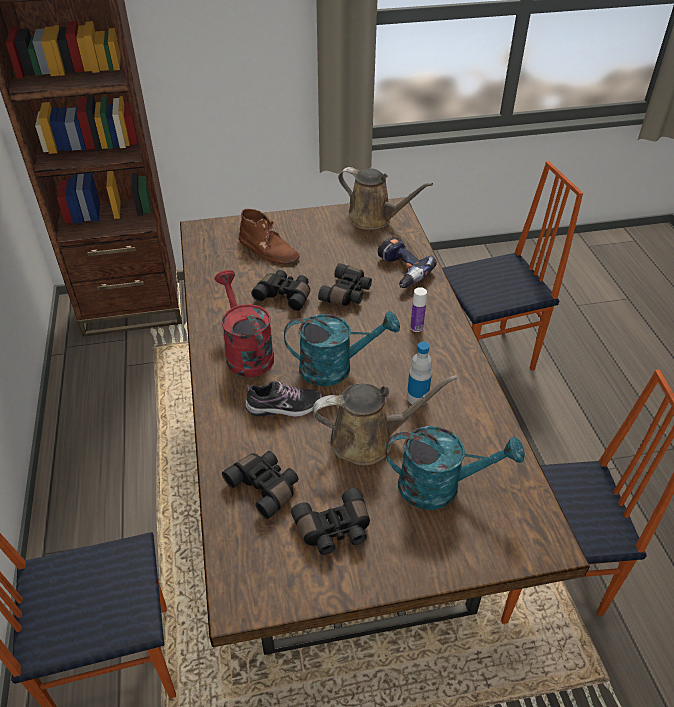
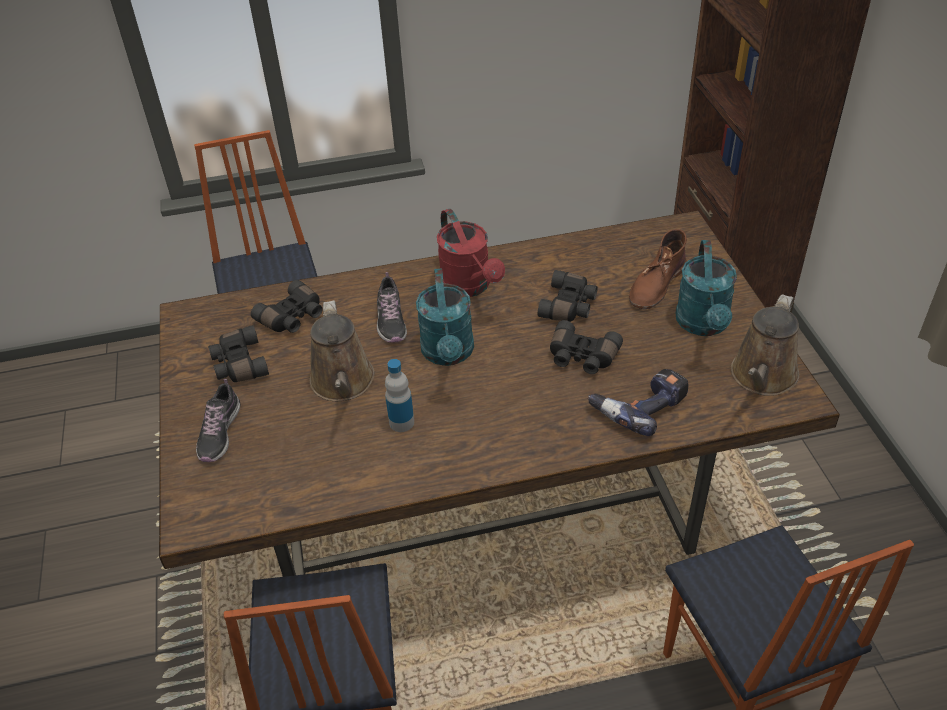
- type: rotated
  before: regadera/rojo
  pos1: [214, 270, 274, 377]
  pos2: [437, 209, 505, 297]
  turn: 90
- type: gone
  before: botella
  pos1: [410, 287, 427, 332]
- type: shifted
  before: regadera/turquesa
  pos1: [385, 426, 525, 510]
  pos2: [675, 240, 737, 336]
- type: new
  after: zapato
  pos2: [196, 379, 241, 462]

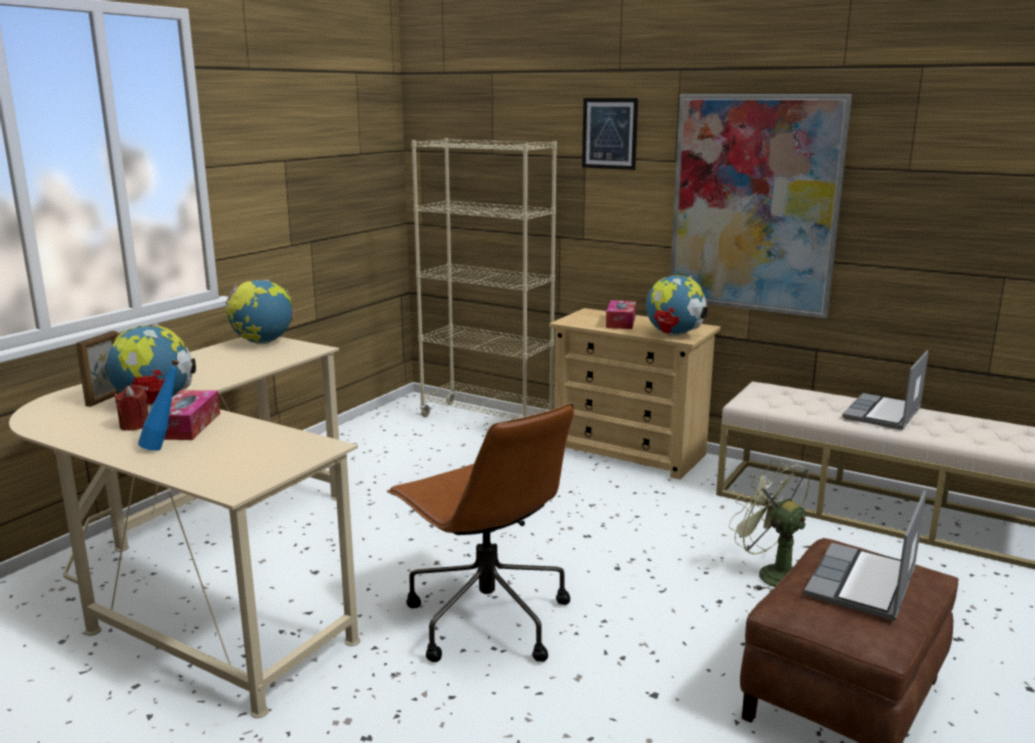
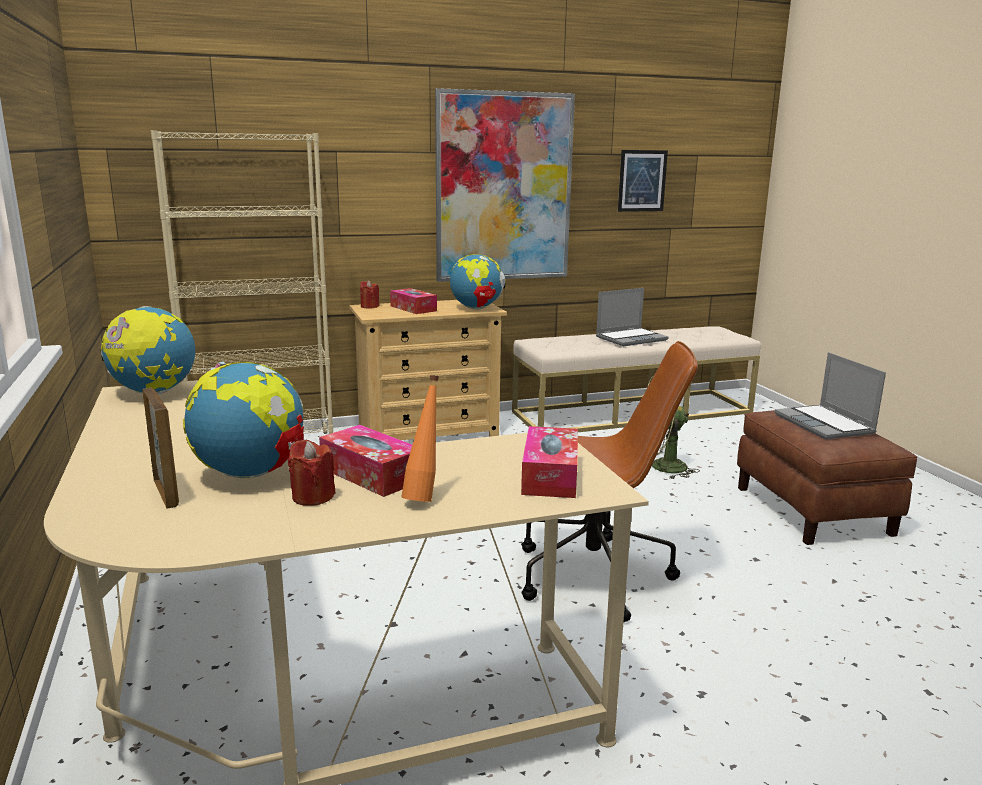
- type: shifted
  before: cuadro
  pos1: [582, 98, 638, 170]
  pos2: [618, 150, 668, 212]
- type: rotated
  before: portátil
  pos1: [842, 350, 929, 430]
  pos2: [596, 288, 669, 346]
  turn: -105
- type: repainted
  before: botella/azul
  after: botella/naranja
  pos1: [138, 360, 179, 451]
  pos2: [402, 375, 439, 502]
- type: new
  after: vela/rojo
  pos2: [360, 280, 379, 308]
- type: new
  after: caja de pañuelos
  pos2: [521, 426, 578, 498]

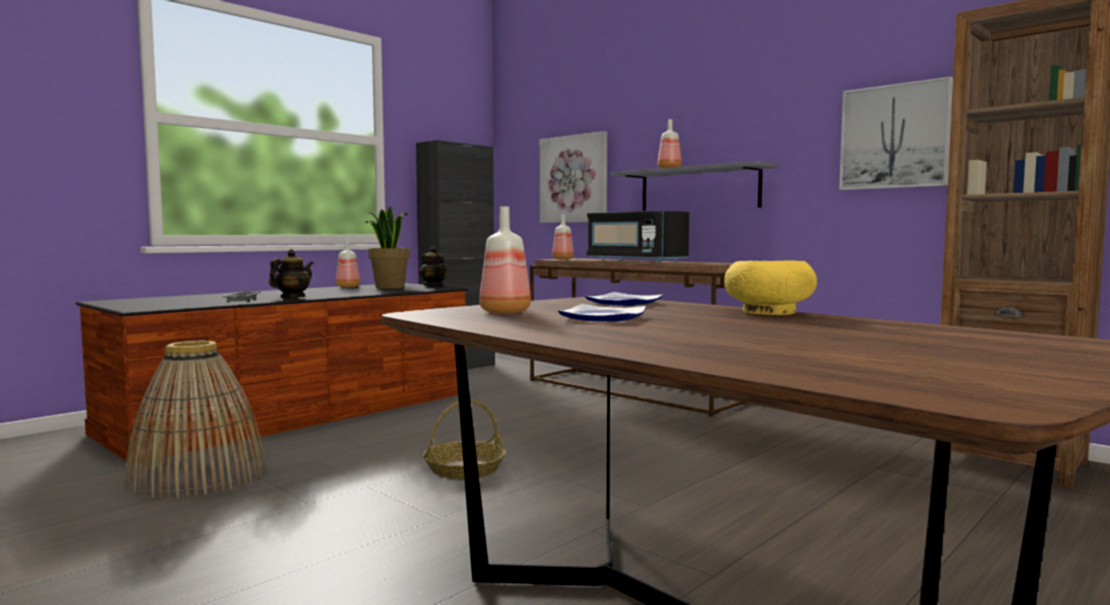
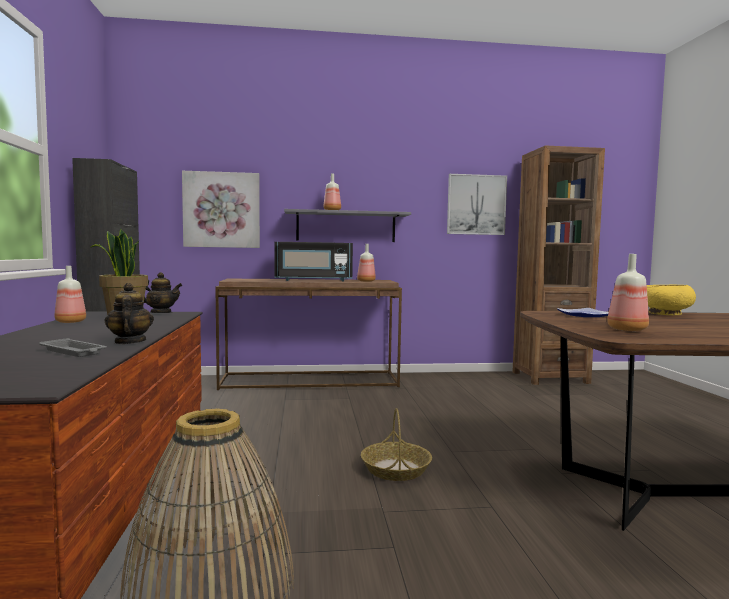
- type: shifted
  before: botella
  pos1: [552, 214, 574, 260]
  pos2: [357, 244, 376, 282]
- type: gone
  before: plato
  pos1: [558, 304, 646, 322]

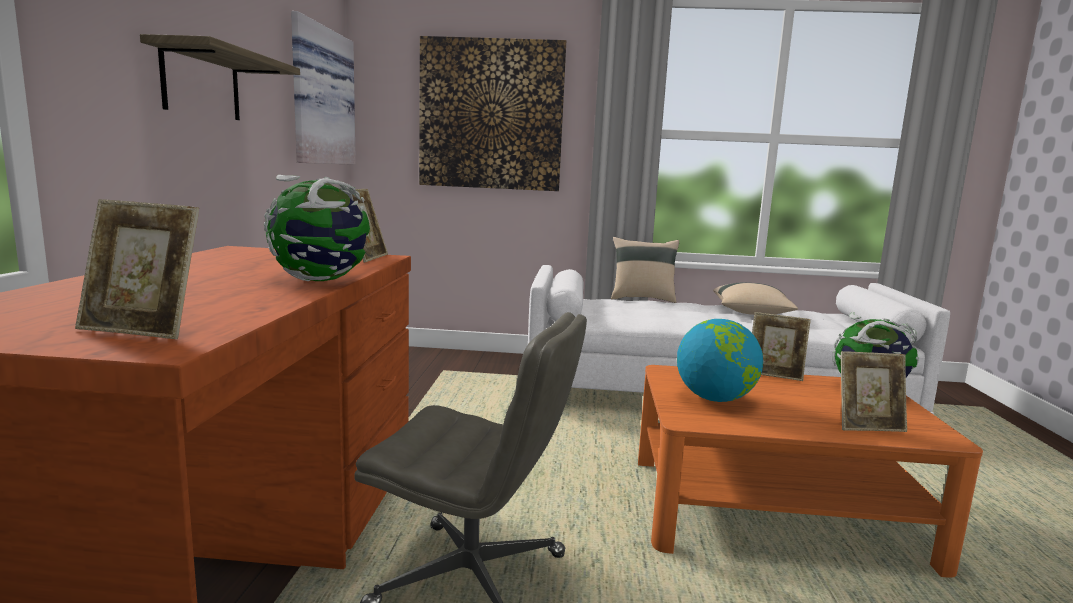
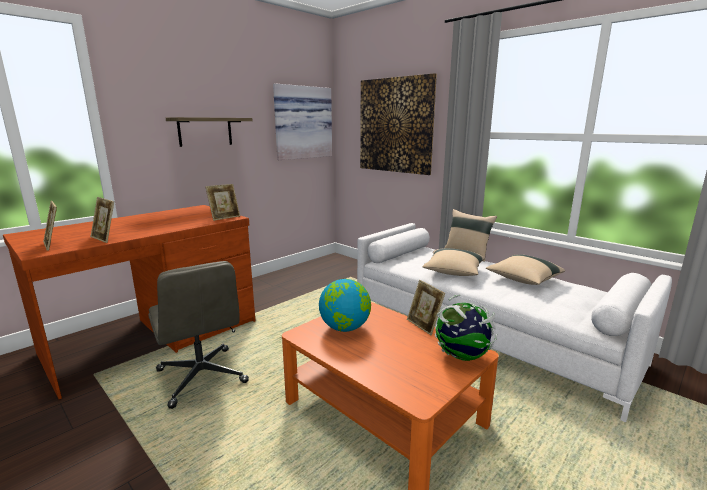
- type: gone
  before: globo terráqueo
  pos1: [264, 175, 370, 281]
- type: shifted
  before: portarretratos
  pos1: [841, 351, 907, 432]
  pos2: [91, 197, 114, 243]
- type: new
  after: cojín/beis
  pos2: [422, 248, 485, 276]

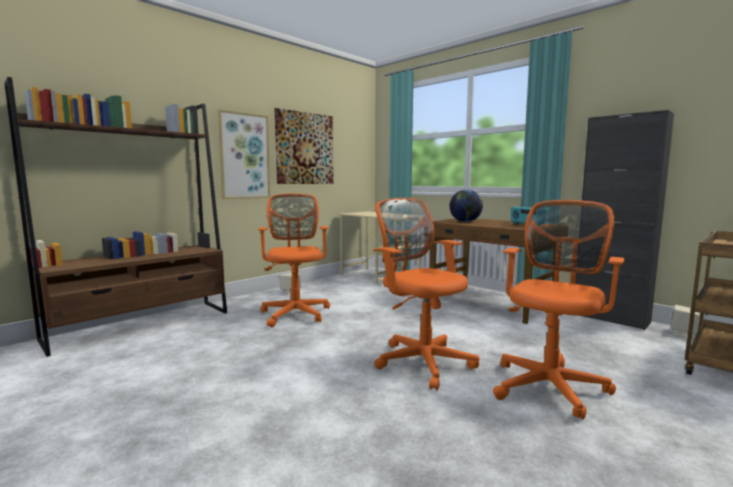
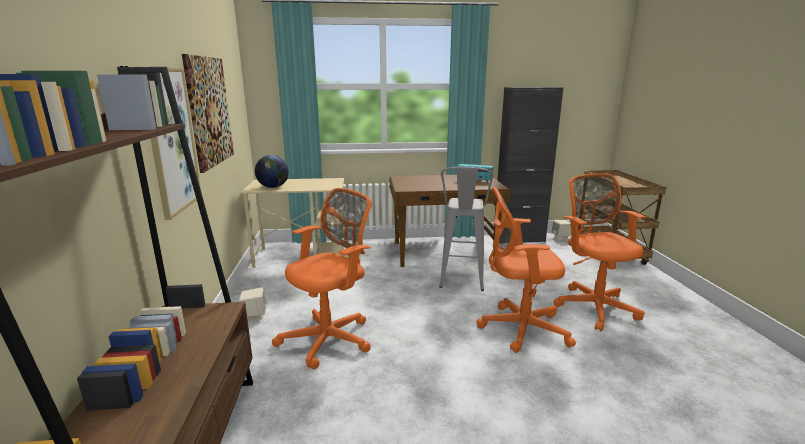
- type: shifted
  before: globo terráqueo
  pos1: [450, 189, 483, 222]
  pos2: [255, 155, 289, 188]
- type: rotated
  before: silla de oficina/naranja
  pos1: [258, 193, 330, 327]
  pos2: [272, 188, 372, 369]
  turn: 105
- type: new
  after: taburete/gris
  pos2: [439, 167, 494, 291]

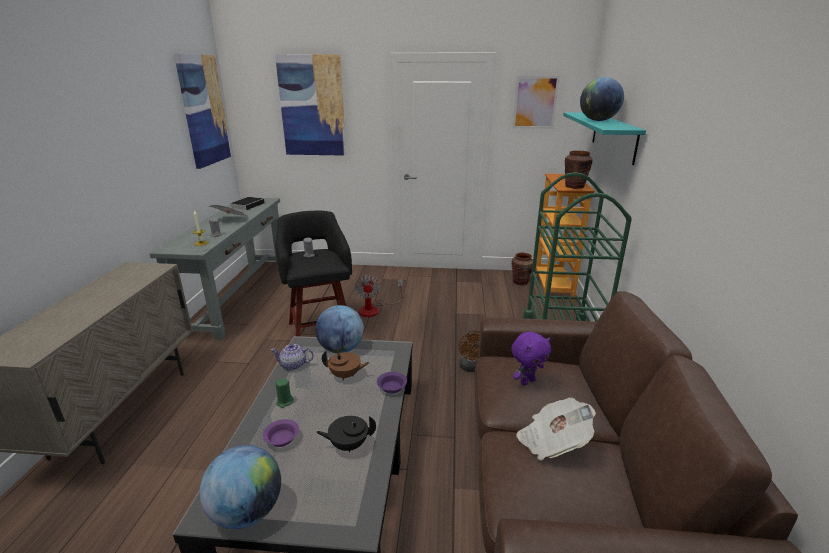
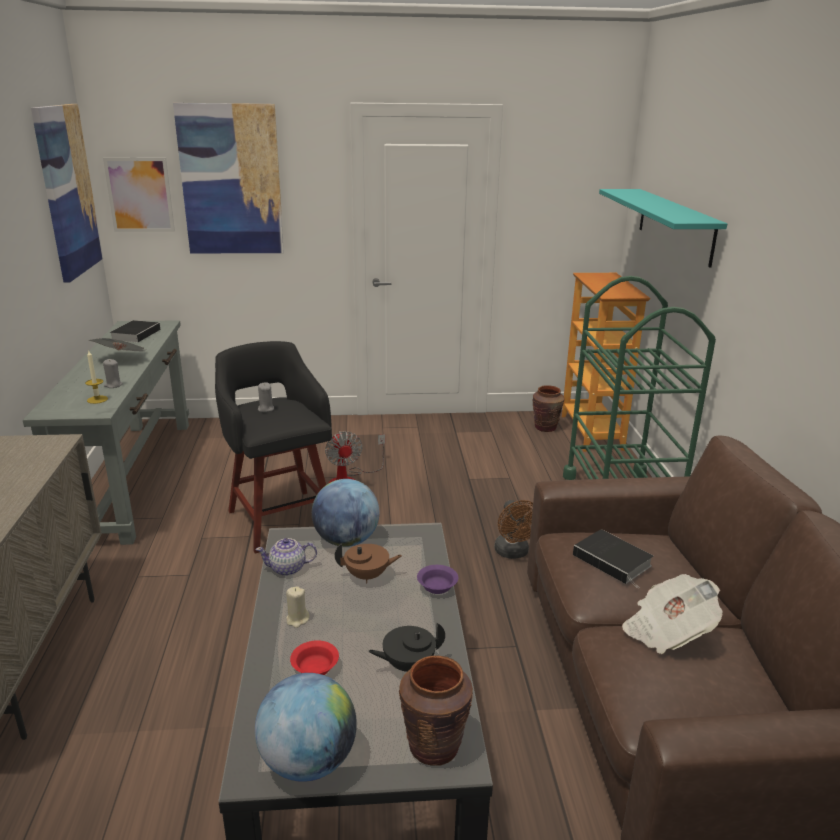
- type: shifted
  before: cuadro
  pos1: [512, 76, 560, 129]
  pos2: [103, 157, 175, 232]
- type: gone
  before: globo terráqueo
  pos1: [580, 77, 624, 121]
- type: shifted
  before: florero/marrón
  pos1: [565, 151, 593, 189]
  pos2: [399, 655, 473, 766]
- type: swapped
  before: peluche/morado
  after: libro
  pos1: [511, 332, 551, 386]
  pos2: [573, 529, 653, 589]
- type: repainted
  before: vela/verde
  after: vela/beis
  pos1: [275, 379, 294, 408]
  pos2: [286, 586, 309, 628]
- type: repainted
  before: cuenco/morado
  after: cuenco/rojo
  pos1: [263, 419, 299, 447]
  pos2: [290, 640, 339, 675]

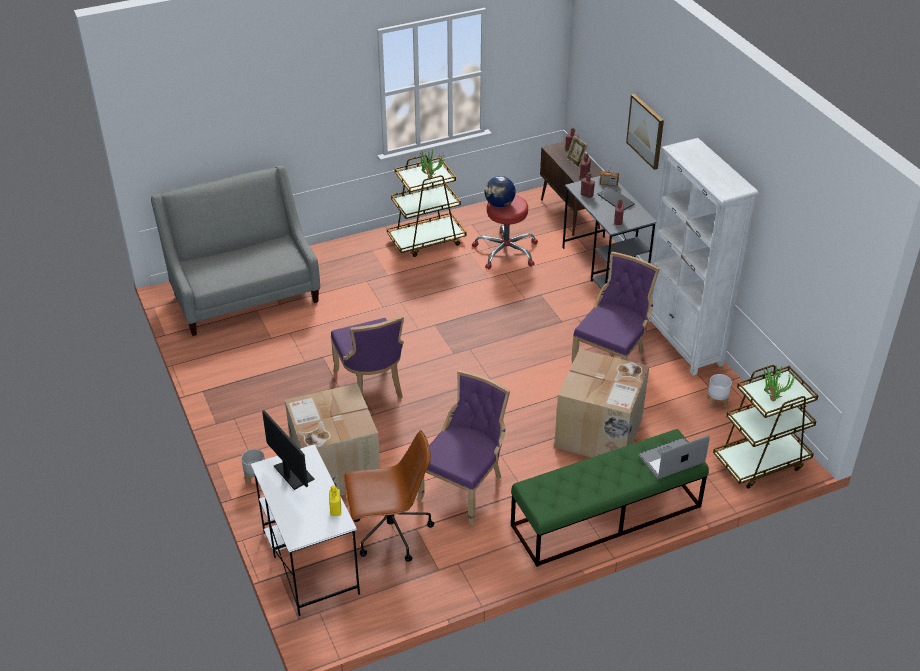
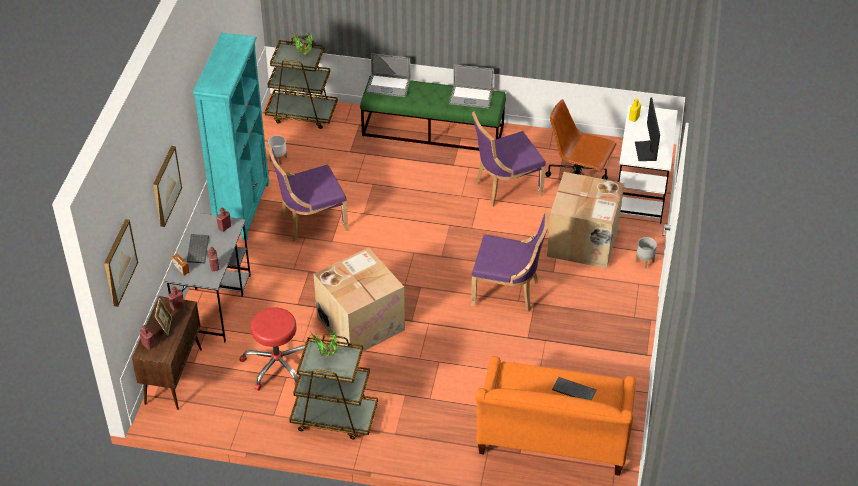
- type: repainted
  before: estantería/blanco
  after: estantería/turquesa
  pos1: [648, 138, 759, 375]
  pos2: [193, 33, 269, 241]
- type: repainted
  before: sofá/gris
  after: sofá/naranja
  pos1: [151, 166, 320, 336]
  pos2: [475, 356, 636, 476]
- type: gone
  before: globo terráqueo
  pos1: [485, 176, 516, 207]
- type: rotated
  before: silla/morado
  pos1: [331, 315, 404, 399]
  pos2: [470, 210, 549, 311]
  turn: 90
- type: shifted
  before: caja de cartón
  pos1: [554, 349, 649, 458]
  pos2: [314, 248, 405, 351]
- type: new
  after: portátil
  pos2: [449, 64, 494, 109]
- type: new
  after: cuadro
  pos2: [104, 219, 138, 307]
- type: new
  after: teclado
  pos2: [552, 377, 597, 400]

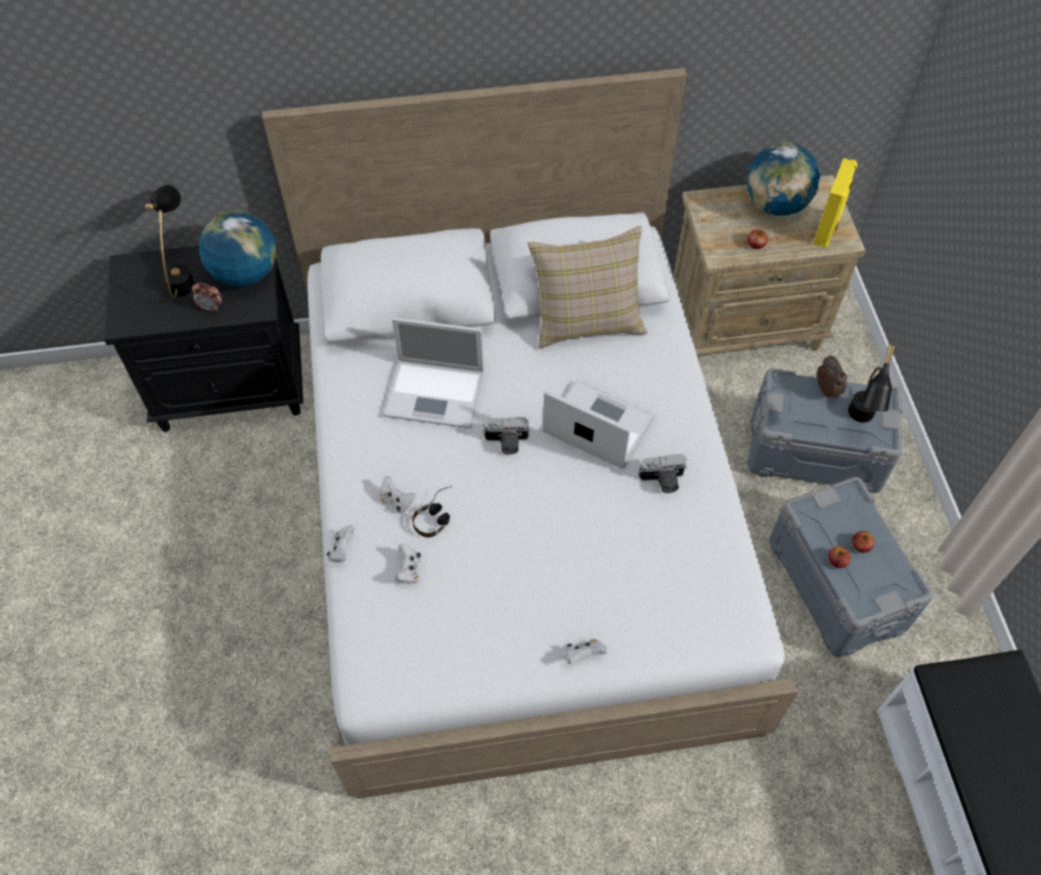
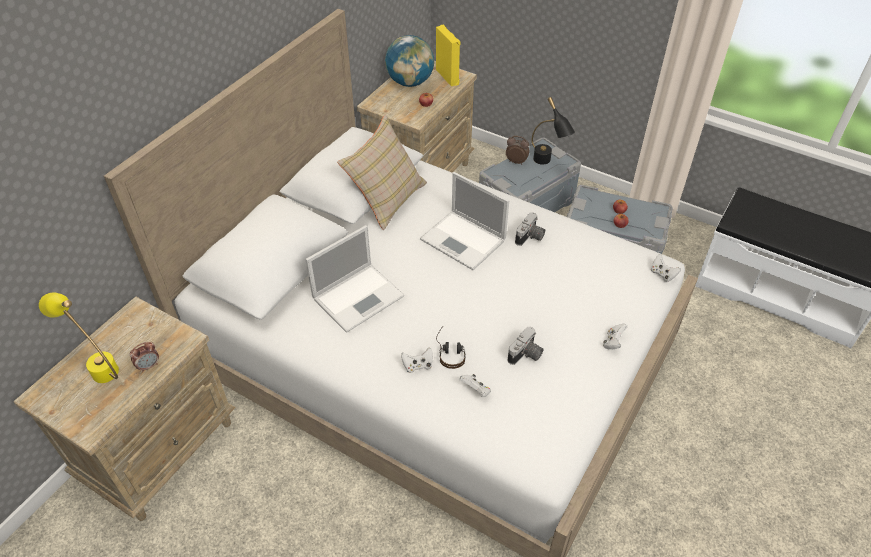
- type: repainted
  before: lámpara de mesa/negro
  after: lámpara de mesa/amarillo
  pos1: [145, 185, 195, 299]
  pos2: [39, 292, 119, 383]
- type: gone
  before: globo terráqueo
  pos1: [199, 211, 276, 287]
- type: repainted
  before: mesita de noche/negro
  after: mesita de noche/beis
  pos1: [104, 246, 303, 432]
  pos2: [14, 297, 236, 521]
- type: rotated
  before: portátil
  pos1: [543, 380, 655, 469]
  pos2: [420, 172, 509, 270]
  turn: -120
- type: shifted
  before: cámara
  pos1: [483, 417, 530, 454]
  pos2: [507, 327, 544, 365]
- type: shifted
  before: mando de consola/blanco
  pos1: [327, 525, 355, 562]
  pos2: [651, 254, 681, 282]

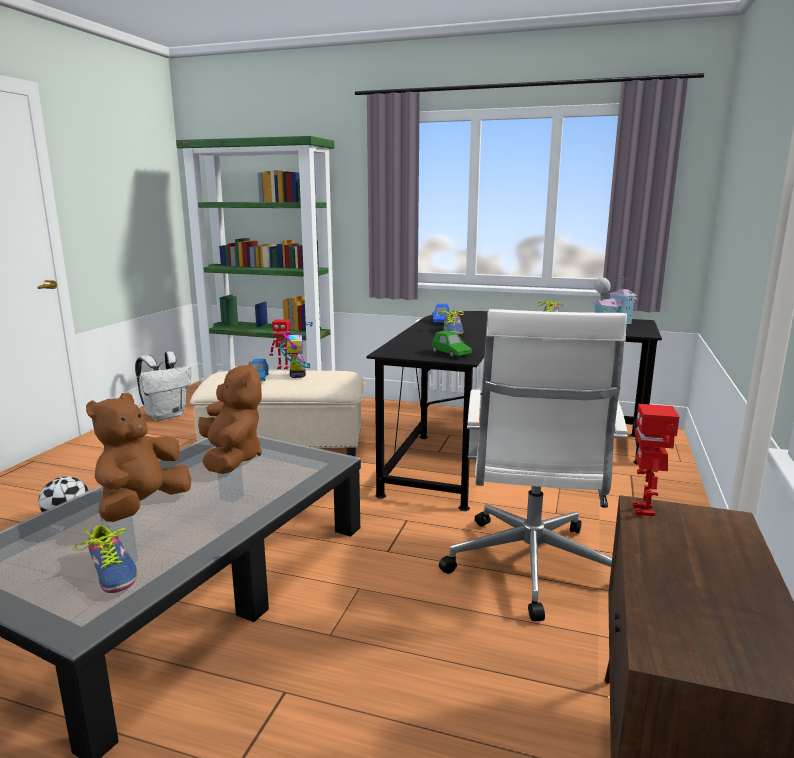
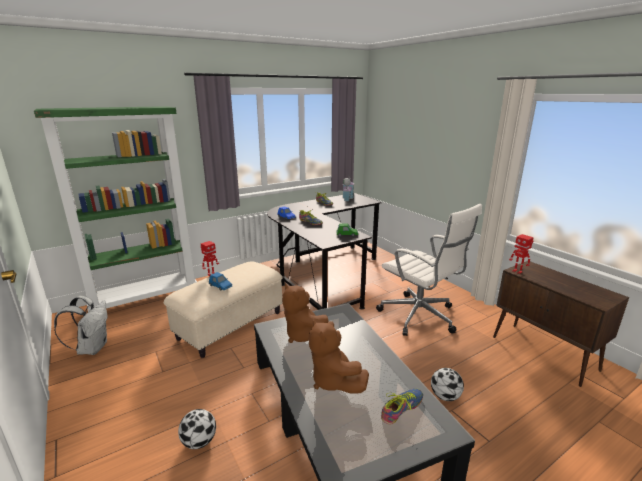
- type: gone
  before: robot de juguete
  pos1: [280, 322, 313, 378]
- type: rotated
  before: peluche/marrón
  pos1: [198, 361, 262, 474]
  pos2: [282, 283, 334, 343]
  turn: -150
- type: rotated
  before: zapato
  pos1: [74, 525, 138, 593]
  pos2: [381, 389, 423, 424]
  turn: -45
- type: new
  after: balón de fútbol
  pos2: [431, 368, 464, 401]

